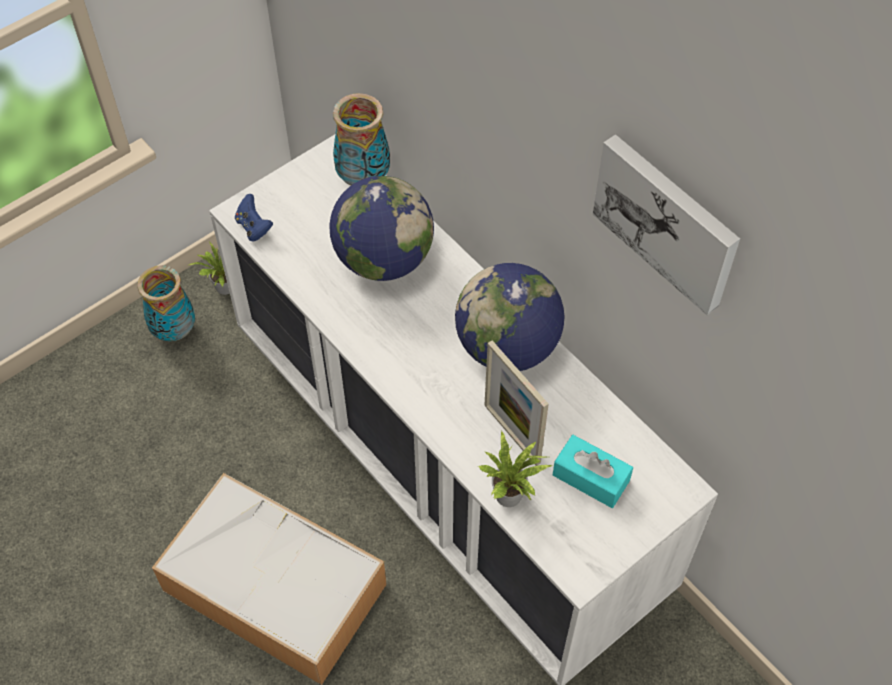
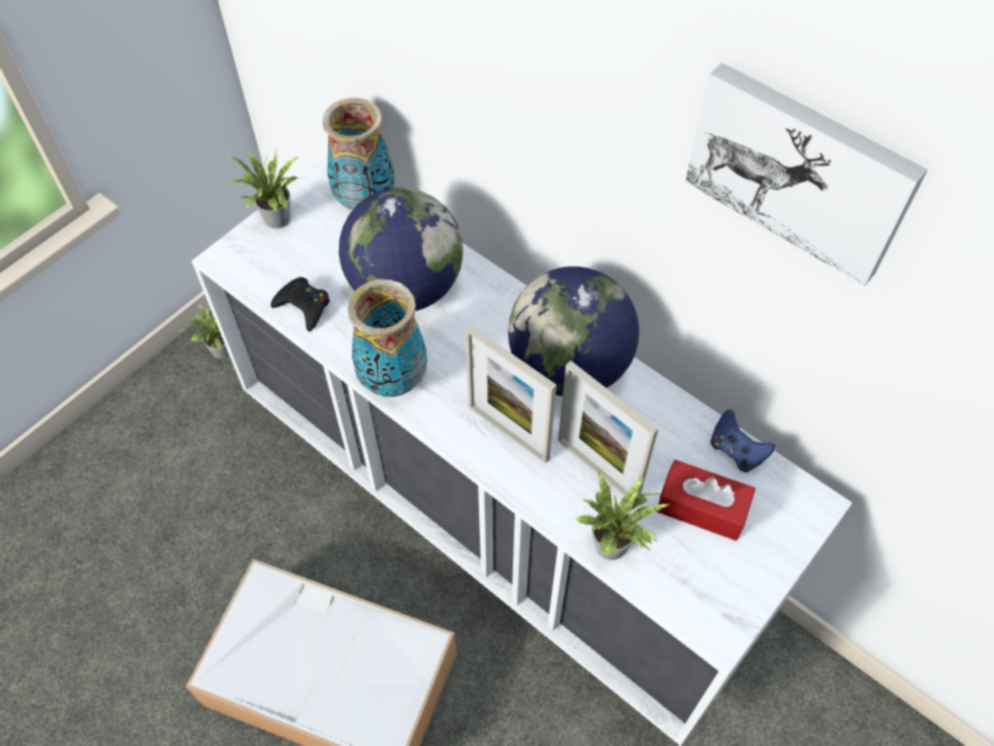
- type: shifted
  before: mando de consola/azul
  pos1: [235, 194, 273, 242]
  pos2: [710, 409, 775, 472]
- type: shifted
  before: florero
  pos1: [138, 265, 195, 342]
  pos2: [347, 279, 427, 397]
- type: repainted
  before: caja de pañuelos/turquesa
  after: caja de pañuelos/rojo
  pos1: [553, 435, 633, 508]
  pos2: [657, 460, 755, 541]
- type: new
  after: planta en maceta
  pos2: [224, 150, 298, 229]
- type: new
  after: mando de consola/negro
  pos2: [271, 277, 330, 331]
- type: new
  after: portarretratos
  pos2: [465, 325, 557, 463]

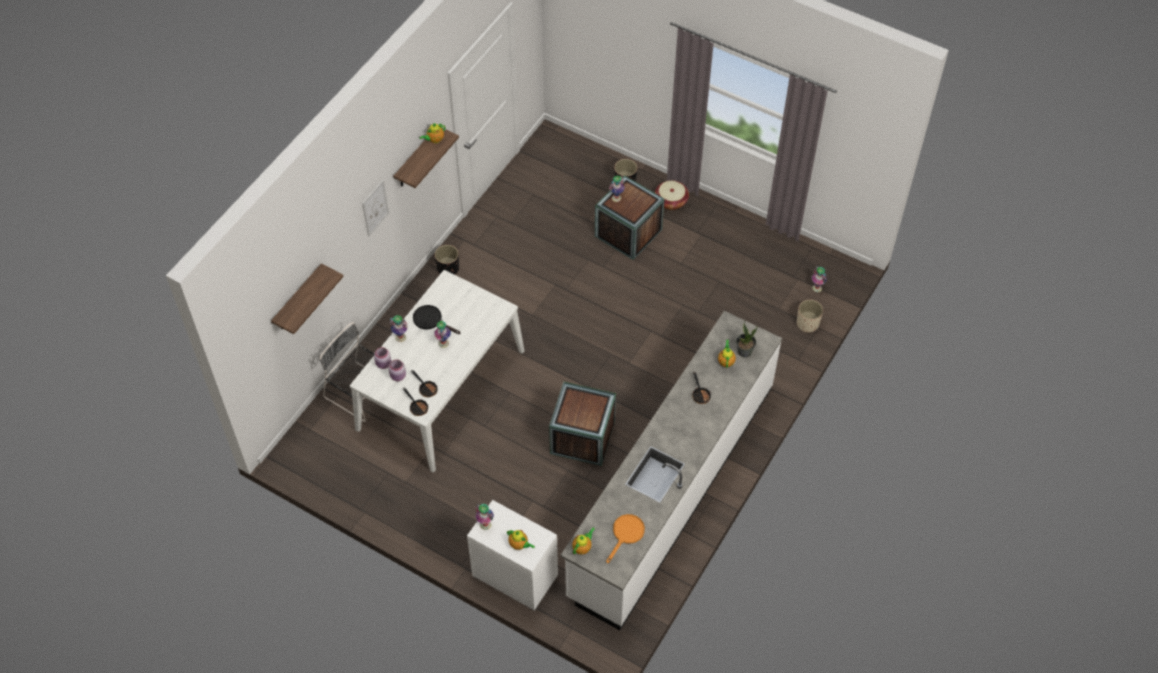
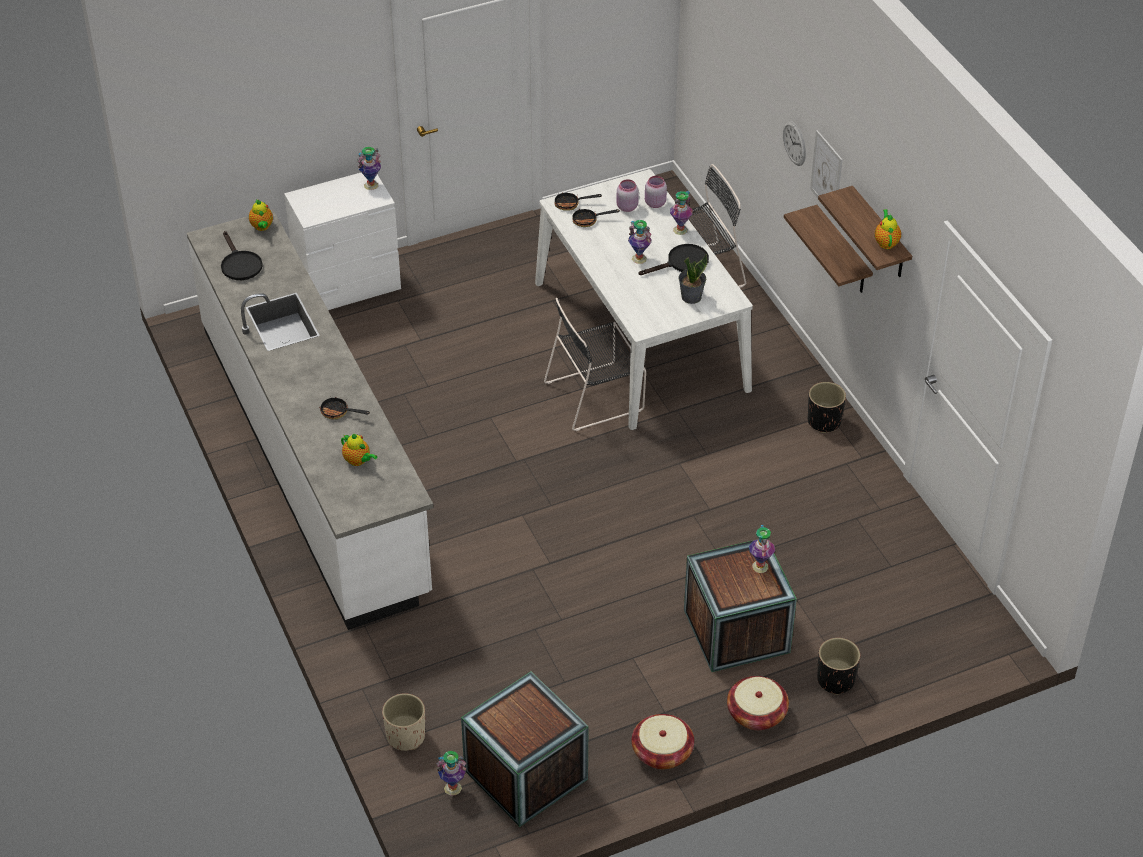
- type: shifted
  before: estante
  pos1: [271, 264, 344, 334]
  pos2: [784, 205, 873, 293]
- type: shifted
  before: planta en maceta
  pos1: [736, 322, 758, 357]
  pos2: [678, 254, 707, 304]
- type: shifted
  before: caja de embalaje
  pos1: [549, 382, 616, 466]
  pos2: [461, 672, 589, 827]
- type: repainted
  before: sartén/naranja
  after: sartén/negro
  pos1: [606, 514, 645, 563]
  pos2: [221, 231, 263, 280]
- type: gone
  before: tetera
  pos1: [507, 530, 535, 550]
- type: new
  after: reloj de pared
  pos2: [783, 121, 806, 166]
- type: new
  after: silla/negro
  pos2: [544, 298, 646, 431]
- type: new
  after: cesta
  pos2: [632, 714, 694, 769]

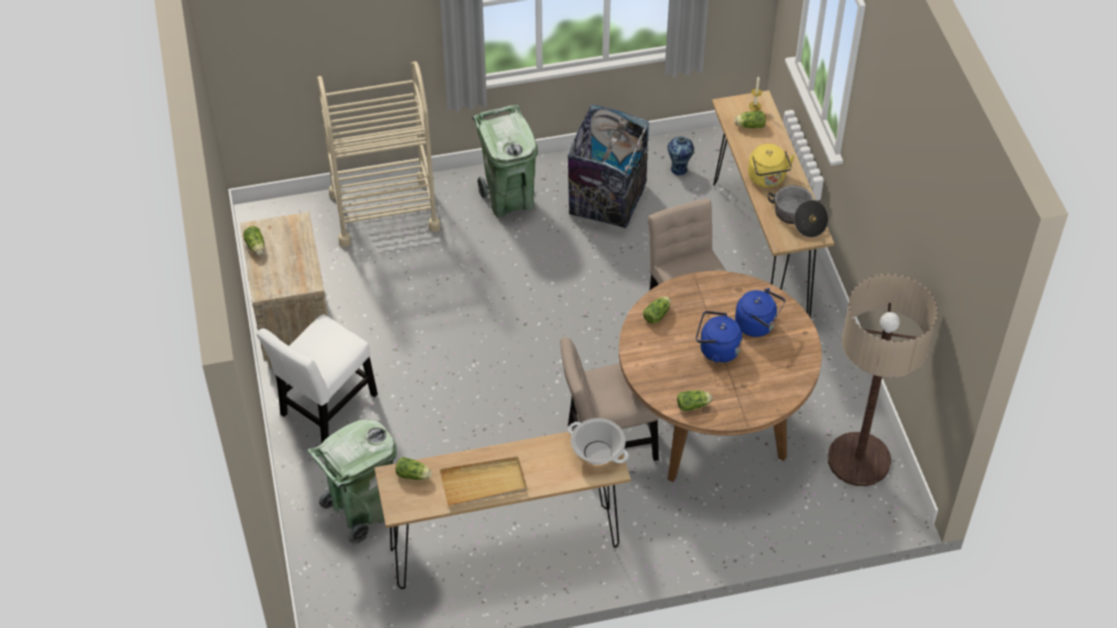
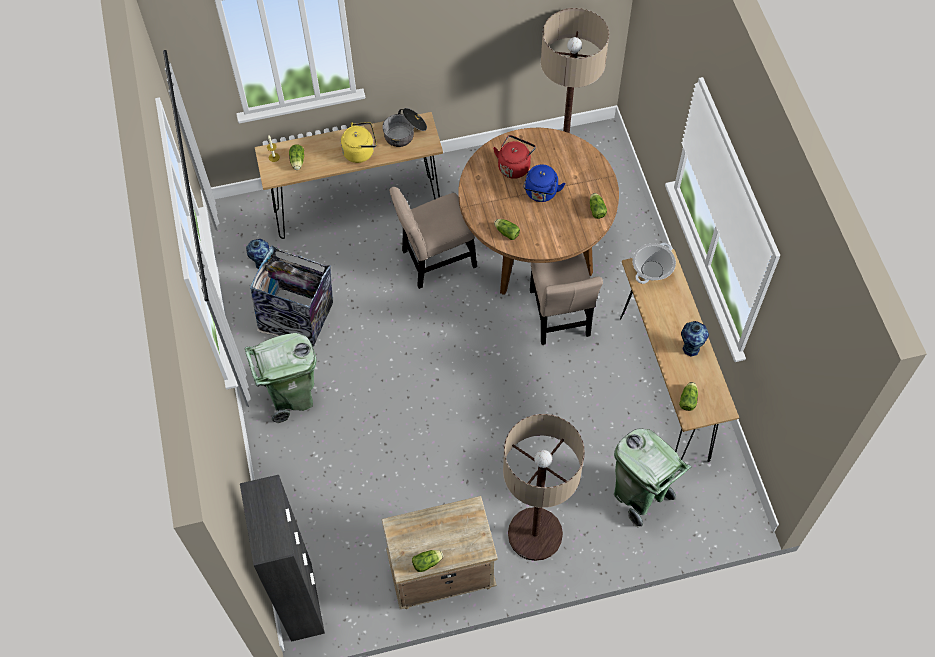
- type: gone
  before: carrito/beis
  pos1: [317, 61, 441, 247]
- type: repainted
  before: hervidor/azul
  after: hervidor/rojo
  pos1: [735, 288, 785, 337]
  pos2: [493, 135, 536, 179]
- type: swapped
  before: silla/blanco
  after: lámpara de pie
  pos1: [257, 314, 378, 443]
  pos2: [503, 414, 585, 561]
- type: swapped
  before: bandeja/beis
  after: florero
  pos1: [440, 457, 527, 506]
  pos2: [681, 321, 709, 357]
- type: new
  after: armario/negro
  pos2: [240, 475, 325, 642]

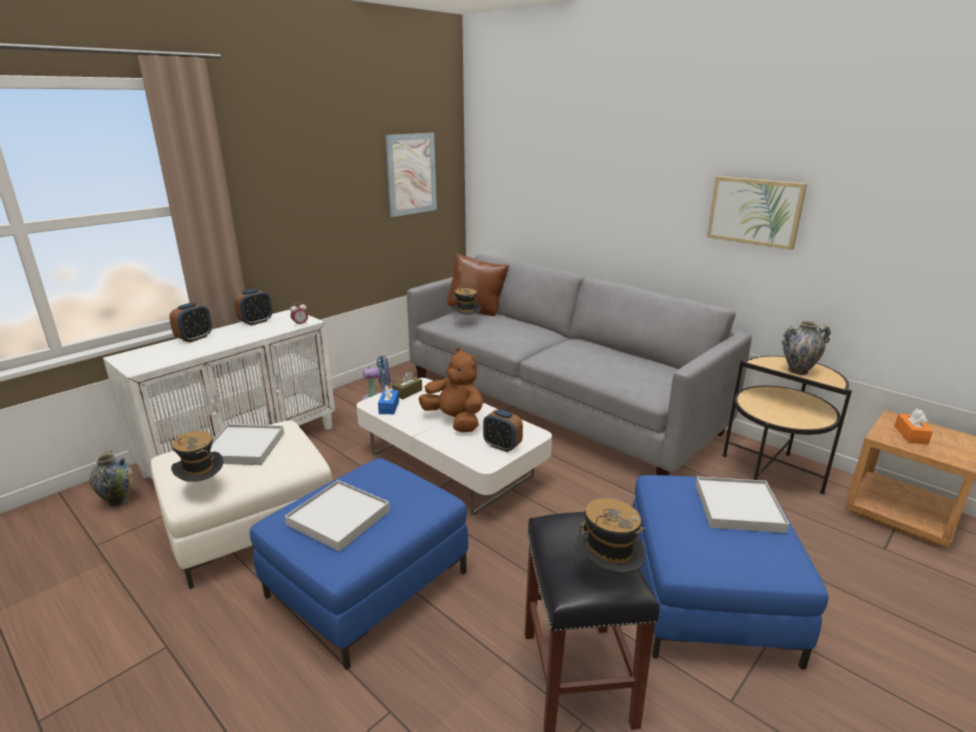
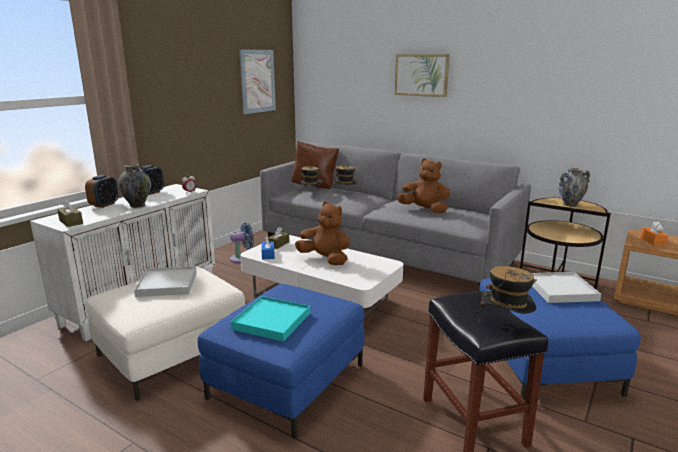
- type: shifted
  before: cuadro
  pos1: [707, 176, 807, 250]
  pos2: [395, 54, 450, 97]
- type: gone
  before: despertador
  pos1: [483, 409, 523, 452]
- type: shifted
  before: sombrero
  pos1: [170, 431, 223, 482]
  pos2: [333, 165, 357, 193]
- type: shifted
  before: florero
  pos1: [89, 450, 134, 507]
  pos2: [118, 164, 151, 208]
- type: repainted
  before: bandeja/blanco
  after: bandeja/turquesa
  pos1: [285, 480, 390, 551]
  pos2: [231, 296, 310, 342]
- type: new
  after: peluche/marrón
  pos2: [397, 159, 450, 214]
- type: new
  after: caja de pañuelos/marrón
  pos2: [57, 199, 83, 227]

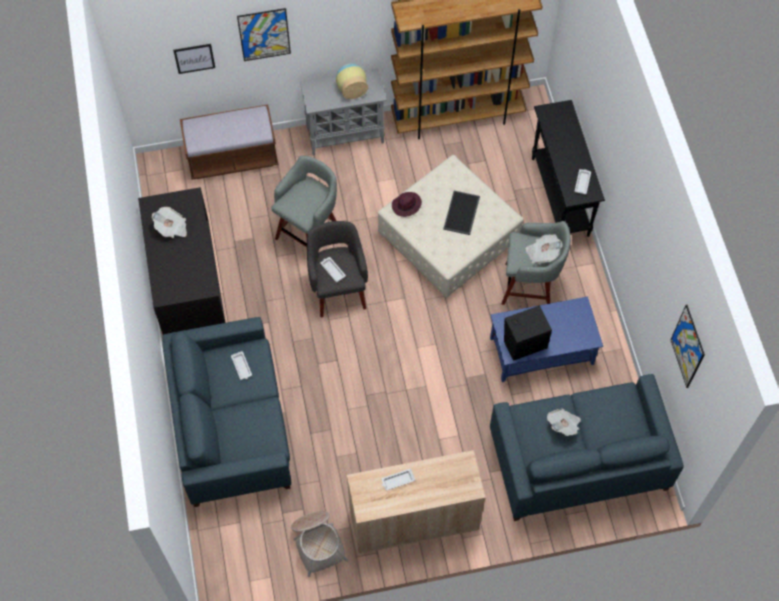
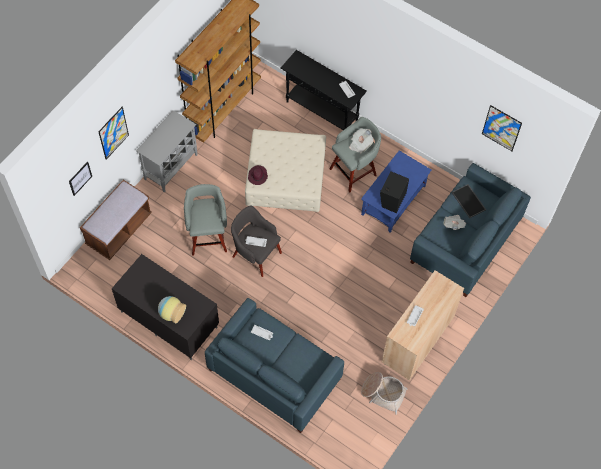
- type: shifted
  before: florero
  pos1: [336, 63, 368, 99]
  pos2: [158, 296, 186, 324]
- type: shifted
  before: bandeja
  pos1: [443, 191, 480, 235]
  pos2: [452, 184, 486, 218]
- type: gone
  before: periódico
  pos1: [152, 207, 187, 238]

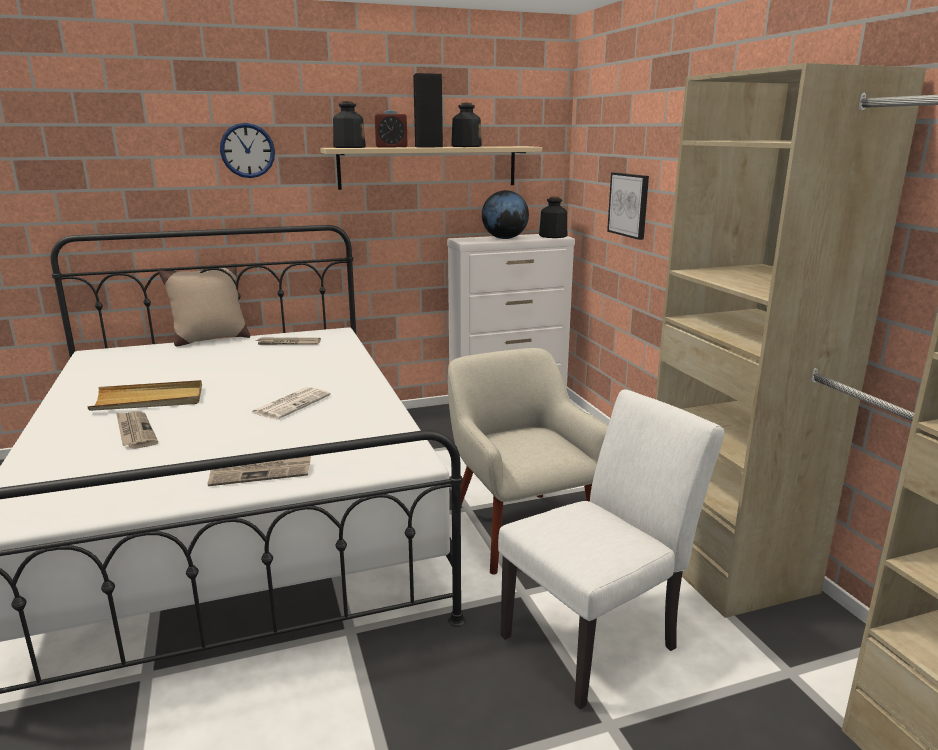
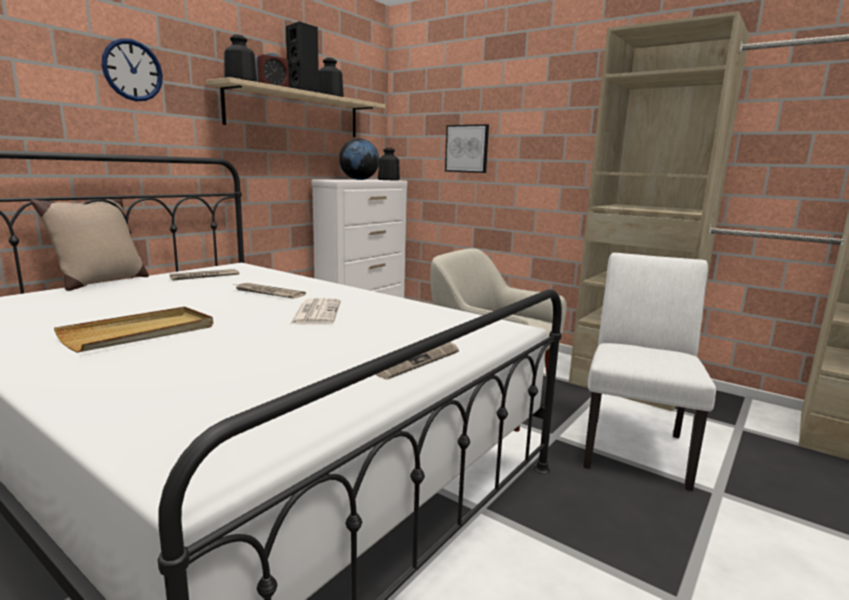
- type: shifted
  before: periódico
  pos1: [116, 411, 158, 449]
  pos2: [234, 283, 306, 299]

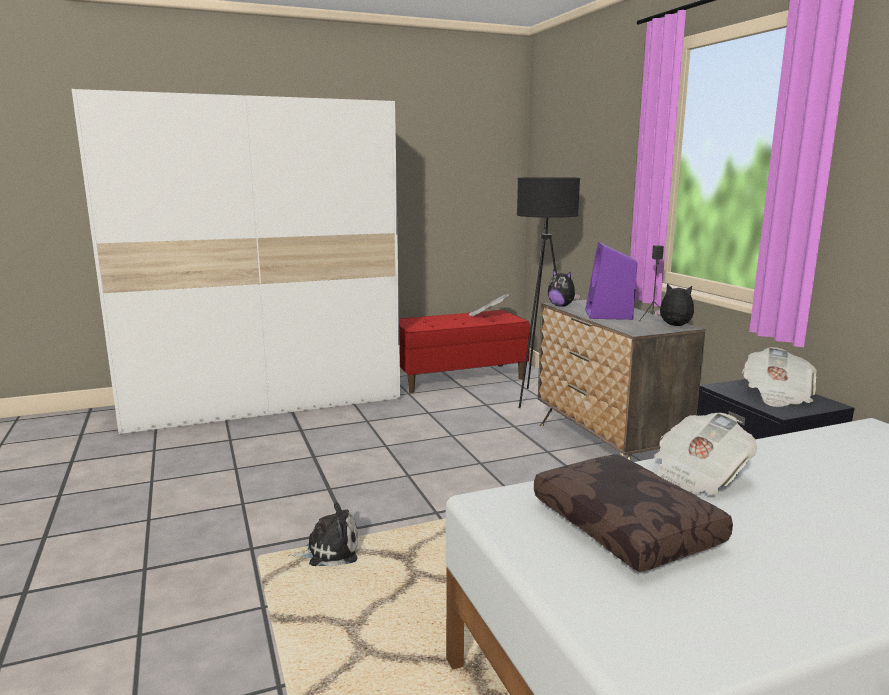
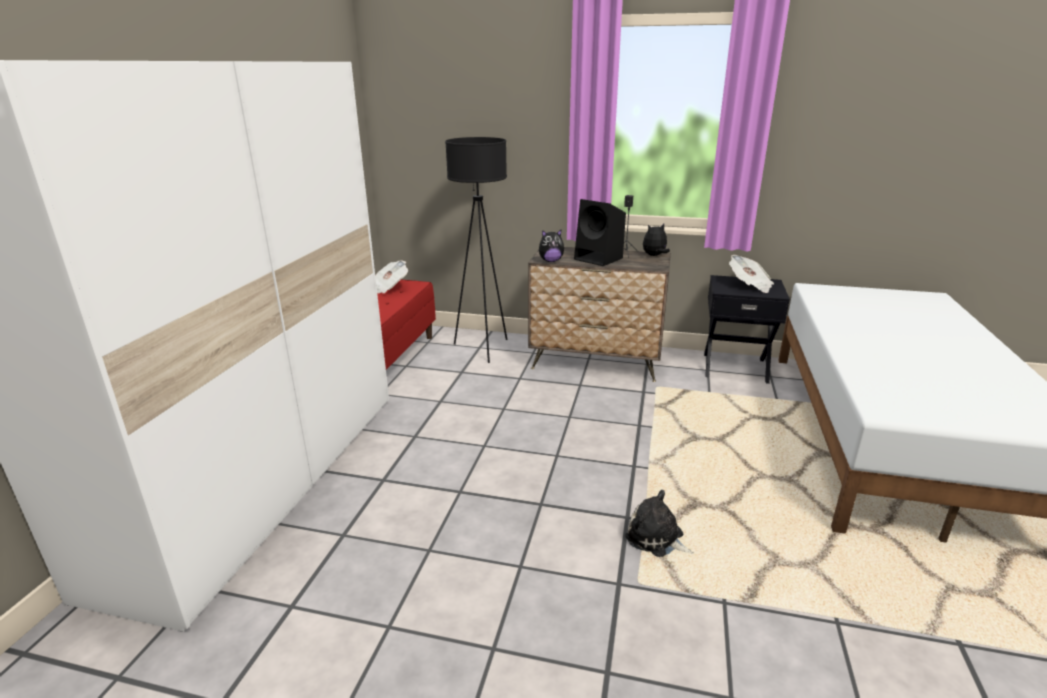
- type: repainted
  before: altavoz/morado
  after: altavoz/negro
  pos1: [585, 242, 637, 320]
  pos2: [574, 199, 626, 266]
- type: gone
  before: periódico
  pos1: [655, 413, 757, 495]
- type: gone
  before: cojín/marrón
  pos1: [534, 454, 733, 572]
- type: rotated
  before: peluche
  pos1: [288, 502, 358, 566]
  pos2: [625, 490, 693, 557]
  turn: -75

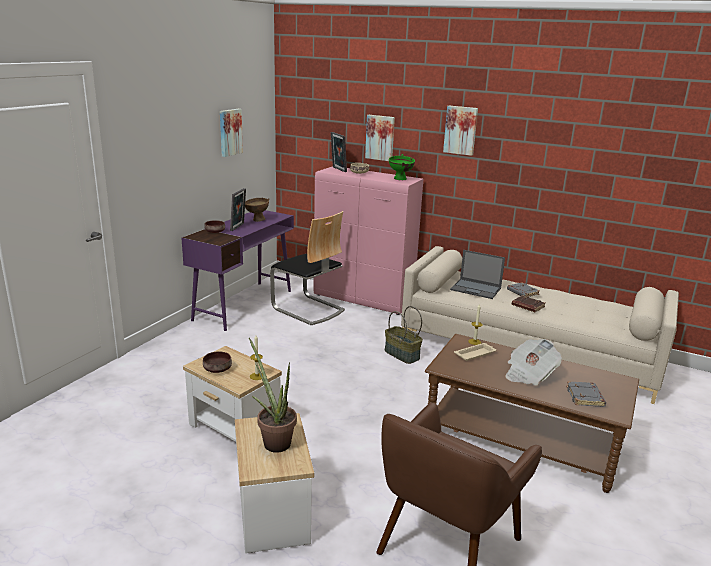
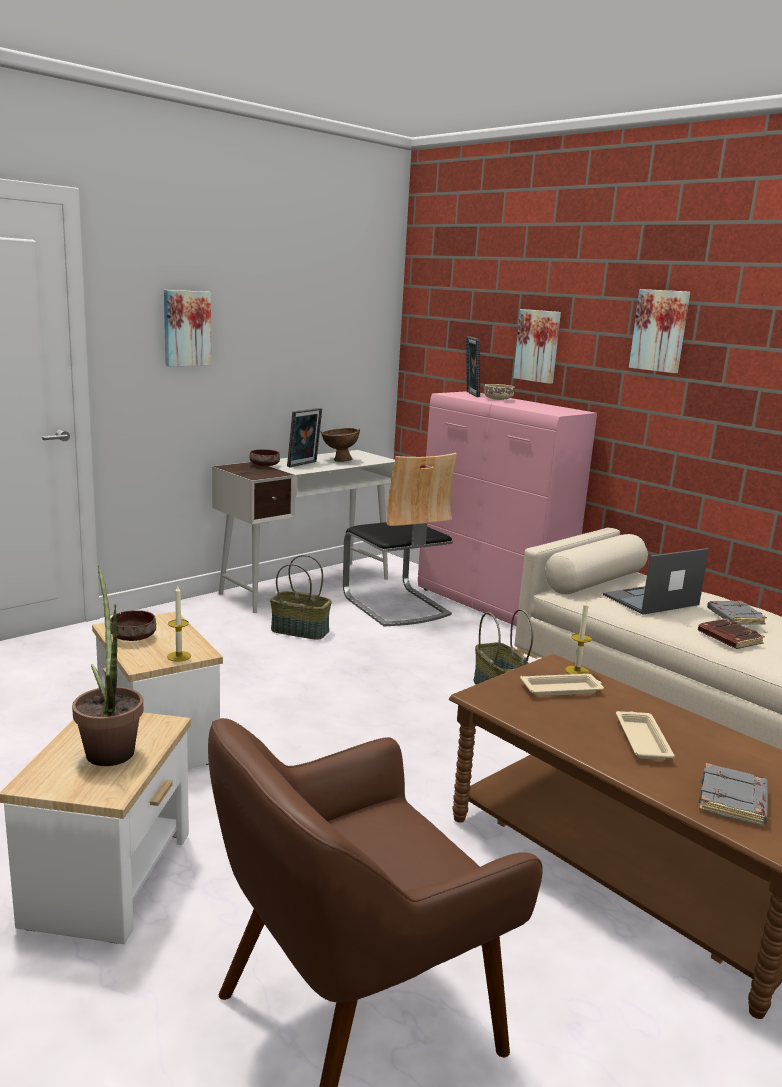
- type: shifted
  before: cuadro
  pos1: [220, 109, 243, 157]
  pos2: [164, 290, 211, 366]
- type: gone
  before: cuenco/verde
  pos1: [389, 154, 415, 180]
- type: repainted
  before: escritorio/morado
  after: escritorio/blanco
  pos1: [182, 210, 294, 331]
  pos2: [212, 450, 395, 613]
- type: rotated
  before: portátil
  pos1: [450, 250, 505, 299]
  pos2: [603, 548, 709, 615]
  turn: 105
- type: swapped
  before: periódico
  after: bandeja/beis
  pos1: [505, 339, 562, 386]
  pos2: [616, 711, 675, 760]
- type: new
  after: cesta
  pos2: [270, 555, 332, 640]

